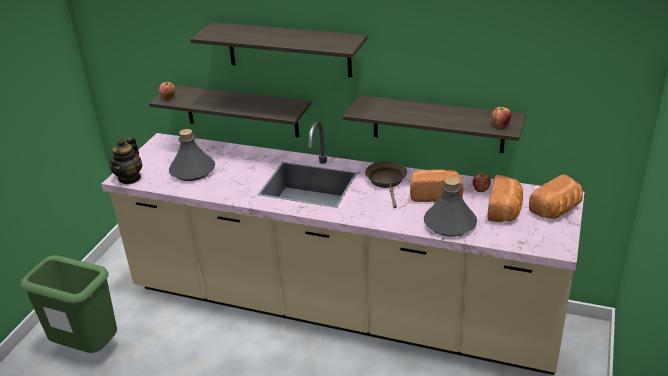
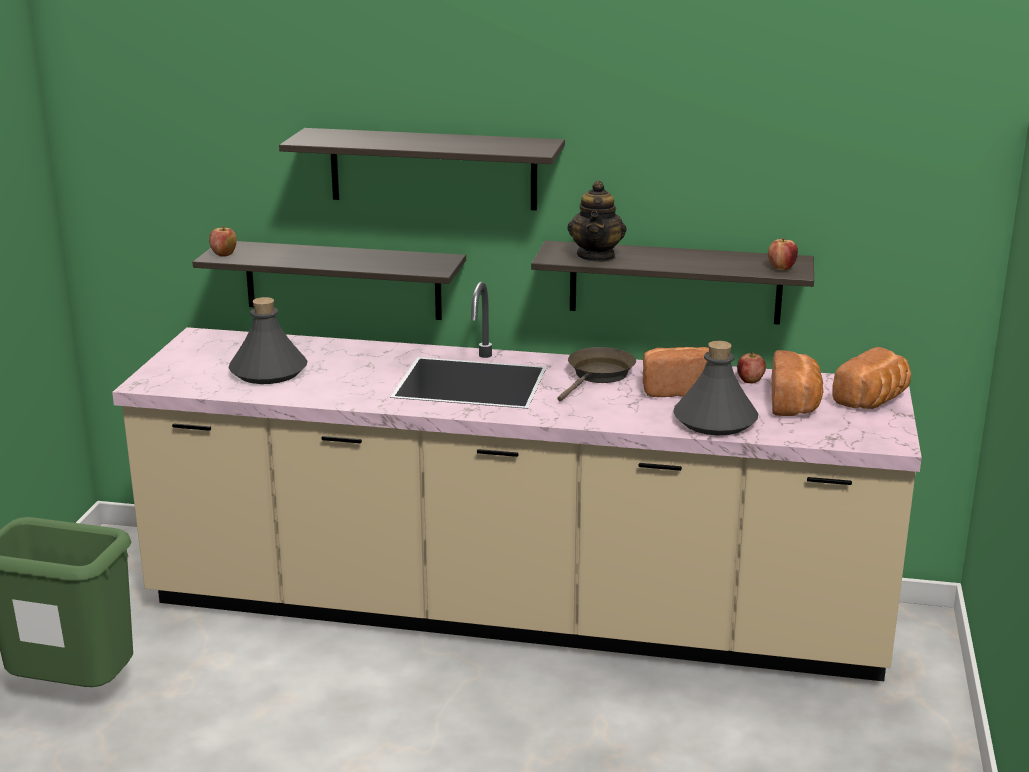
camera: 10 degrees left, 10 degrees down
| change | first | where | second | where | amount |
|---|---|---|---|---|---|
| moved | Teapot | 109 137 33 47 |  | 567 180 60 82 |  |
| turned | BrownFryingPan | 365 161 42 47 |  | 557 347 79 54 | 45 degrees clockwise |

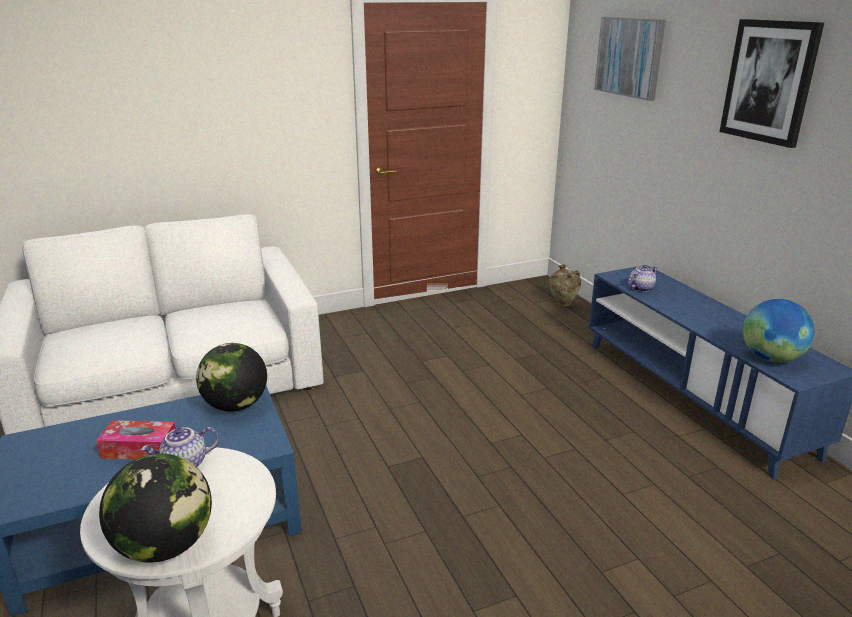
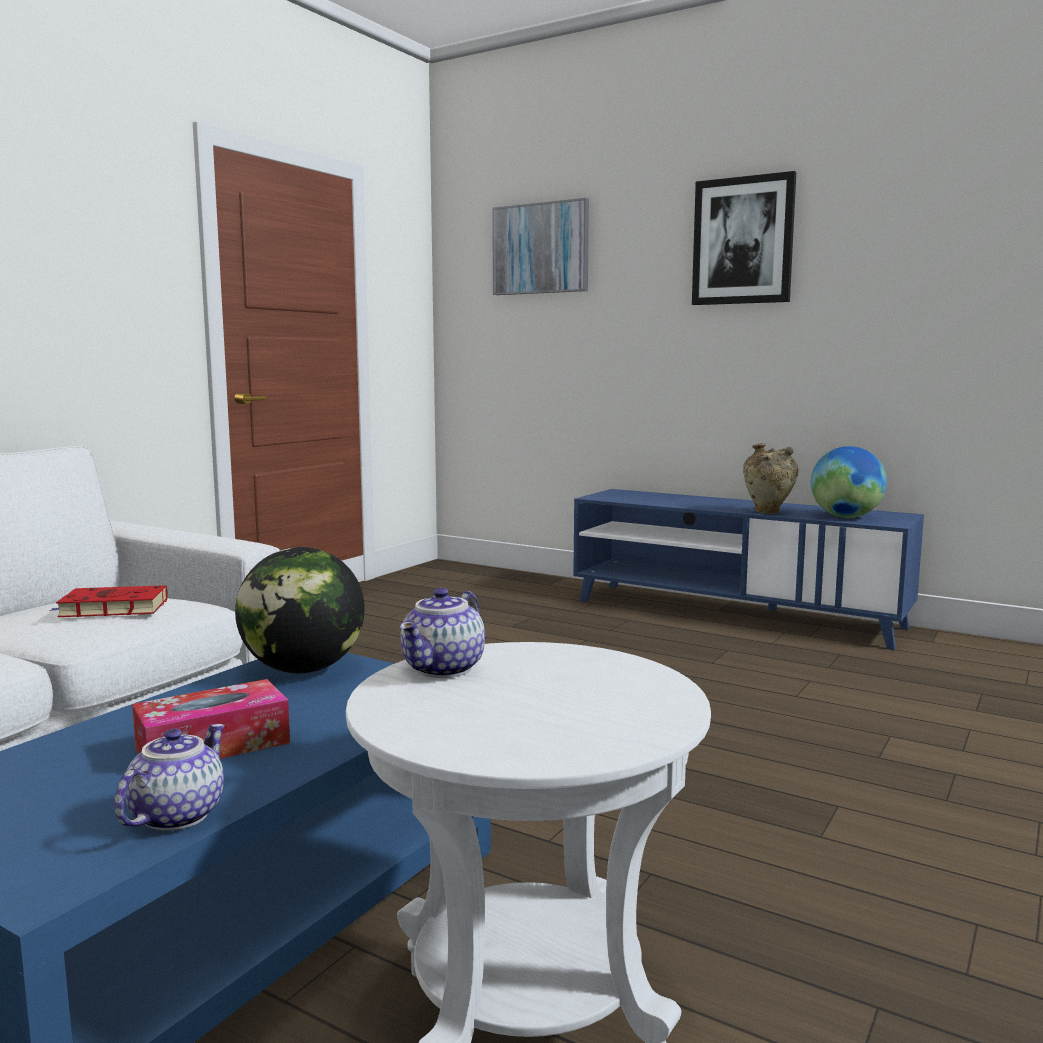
camera: 35 degrees left, 15 degrees down
| change | first | where | second | where | amount |
|---|---|---|---|---|---|
| moved | BeigeVase | 549 265 32 42 |  | 743 443 56 71 |  |
| moved | Teapot | 628 265 30 27 |  | 114 724 111 107 |  |
| removed | Globe | 99 454 113 109 |  |  |  |
| added |  |  | RedBook | 49 585 119 32 |  |

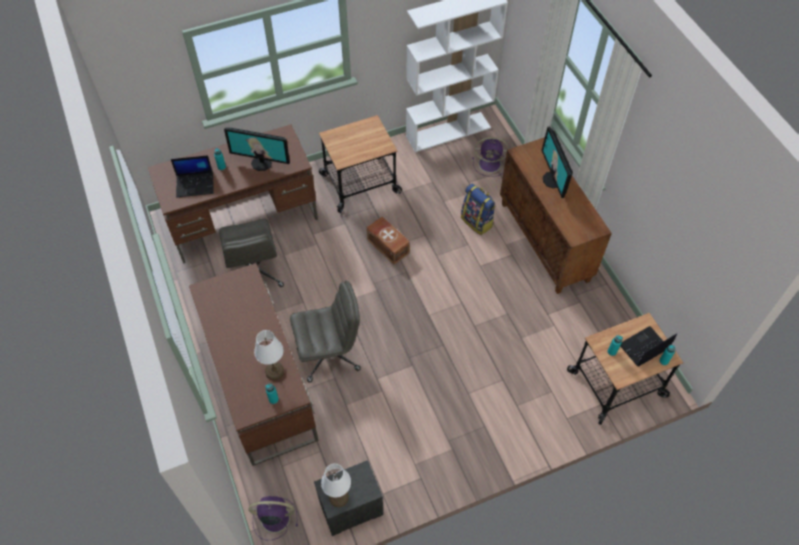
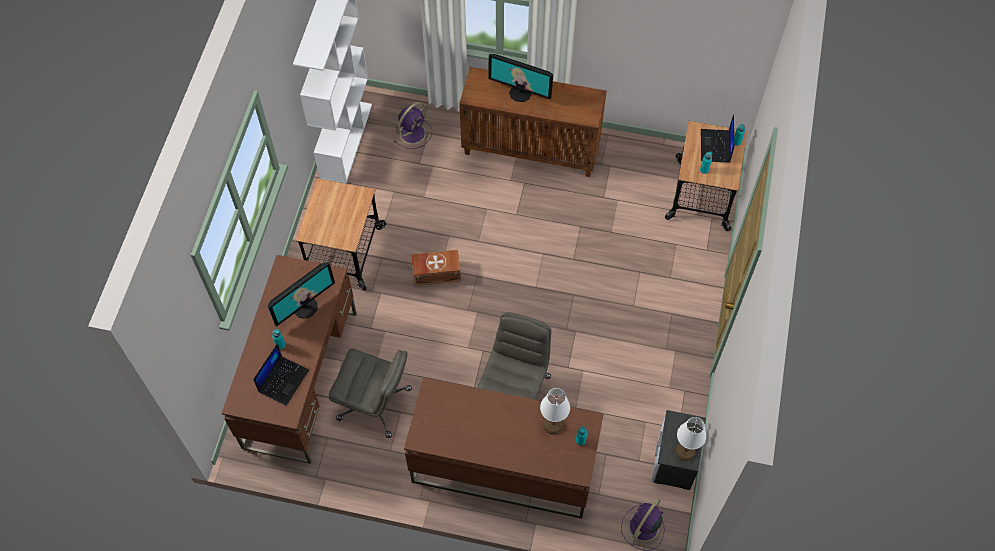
camera: 55 degrees left, 5 degrees up
| change | first | where | second | where | amount |
|---|---|---|---|---|---|
| removed | Backpack | 461 184 35 51 |  |  |  |

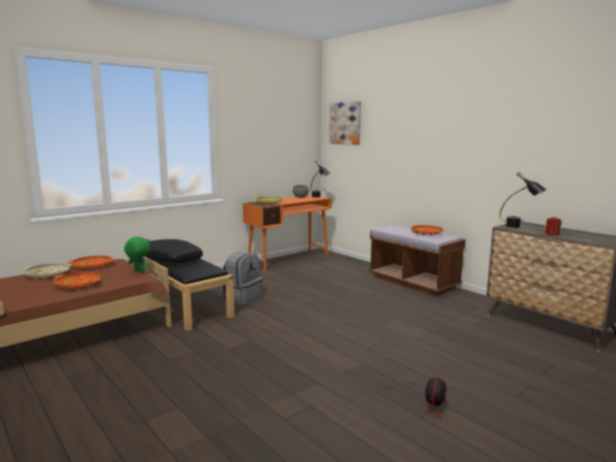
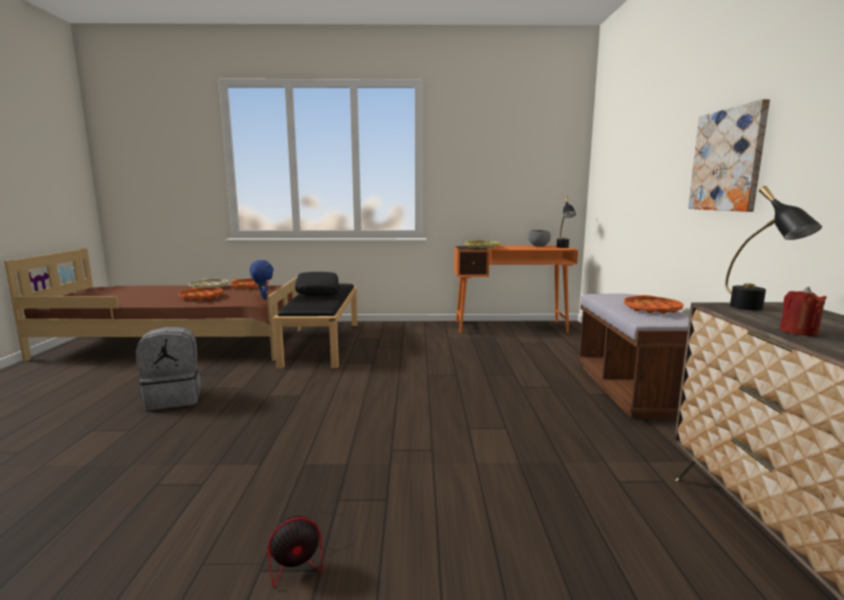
camera: 40 degrees right, 0 degrees up
| change | first | where | second | where | amount |
|---|---|---|---|---|---|
| moved | Picture | 329 101 32 44 |  | 688 99 82 113 |  |
| recoloured | GreenPlushToy | 124 237 27 36 | BluePlushToy | 250 260 24 38 |  |
| moved | GreyBackpack | 222 252 41 52 |  | 136 327 65 84 |  |

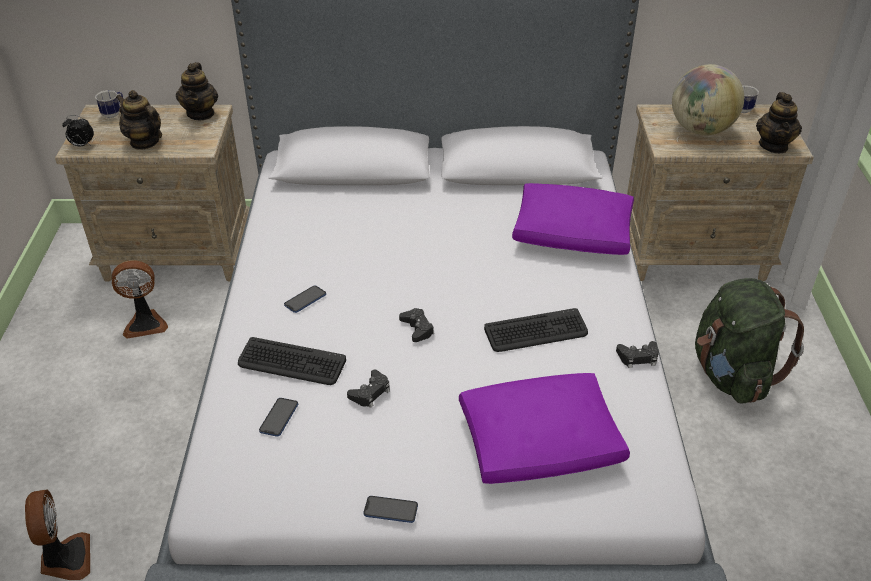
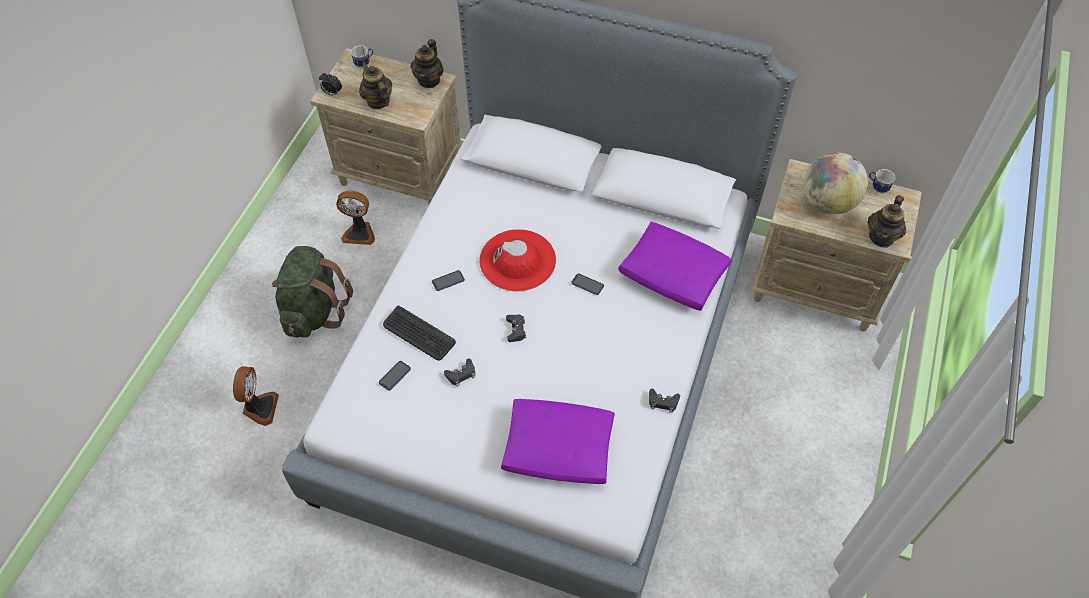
camera: 20 degrees right, 15 degrees up
| change | first | where | second | where | amount |
|---|---|---|---|---|---|
| moved | GreenBackpack | 695 278 109 126 |  | 272 246 81 92 |  |
| removed | Keyboard | 484 308 104 44 |  |  |  |
| moved | Phone | 364 496 54 27 |  | 571 273 33 22 |  |
| added |  |  | RedHat | 479 229 77 62 |  |

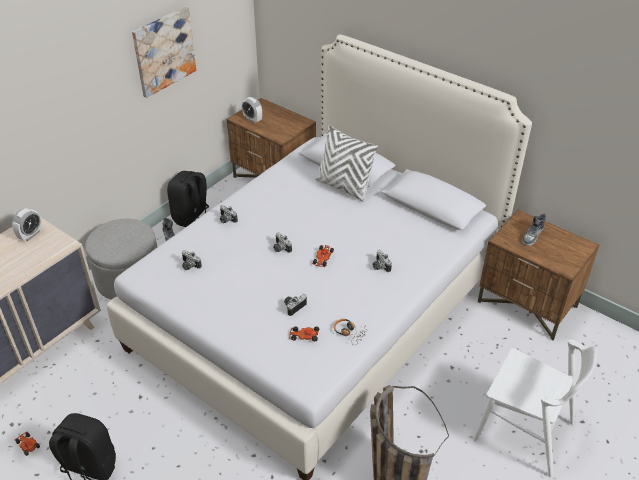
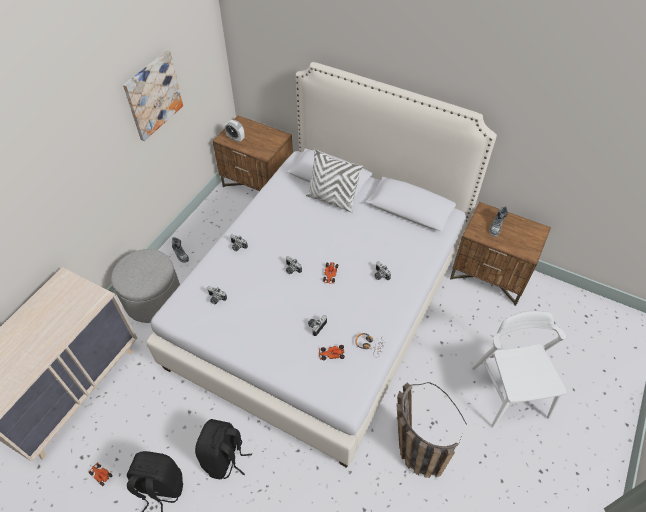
camera: 10 degrees left, 10 degrees up
| change | first | where | second | where | amount |
|---|---|---|---|---|---|
| moved | BlackBackpack | 167 171 42 56 |  | 195 419 57 60 |  |
| removed | AlarmClock | 12 208 30 33 |  |  |  |
| turned | WhiteChair | 474 339 123 138 |  | 472 311 95 117 | 120 degrees counterclockwise |

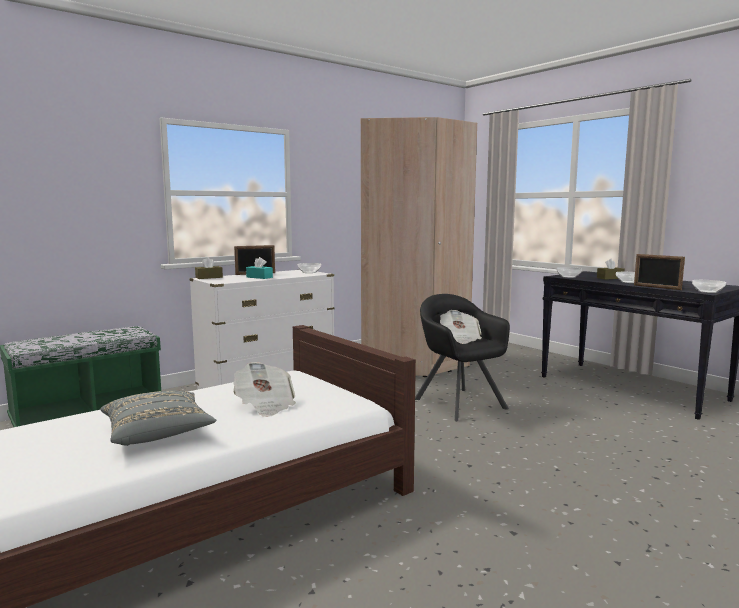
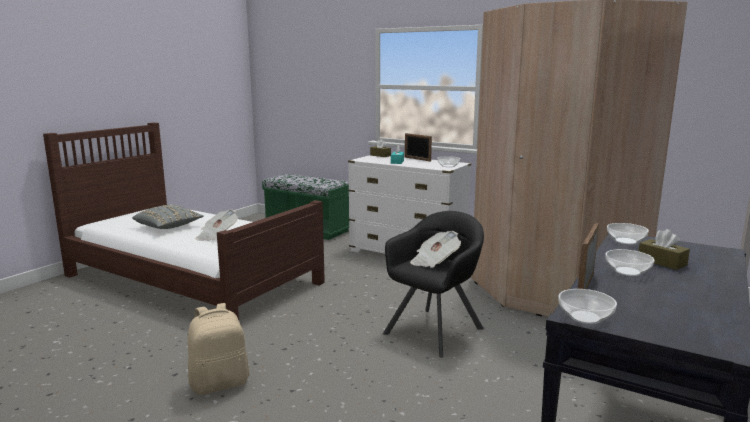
camera: 70 degrees right, 5 degrees up
| change | first | where | second | where | amount |
|---|---|---|---|---|---|
| added |  |  | BeigeBackpack | 188 303 62 92 |  |

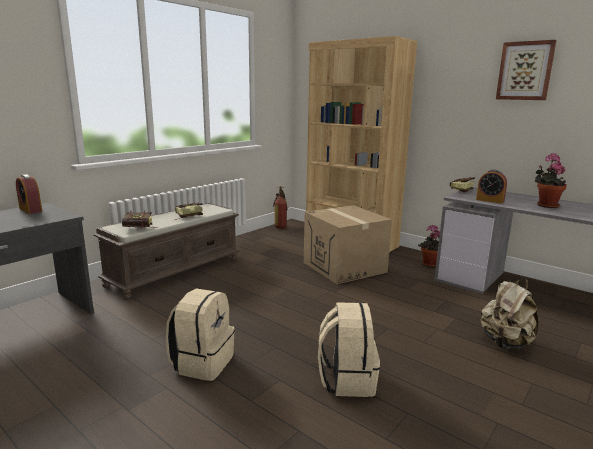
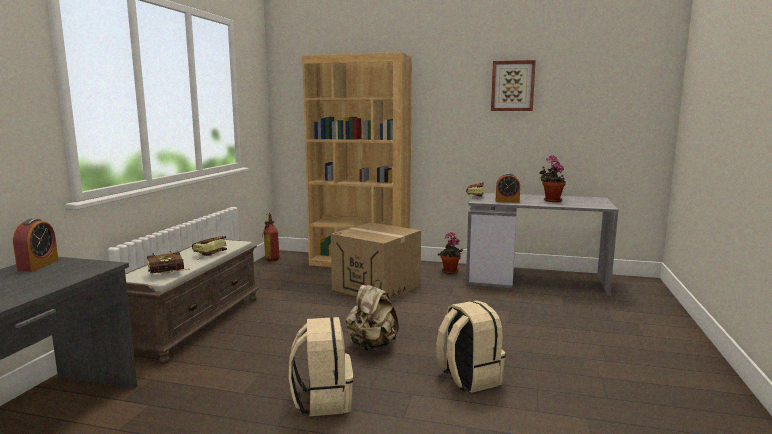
camera: 25 degrees left, 5 degrees down
| change | first | where | second | where | amount |
|---|---|---|---|---|---|
| turned | AlarmClock | 16 174 26 40 |  | 13 219 46 53 | 105 degrees counterclockwise |
| moved | BeigeBackpack | 480 279 58 70 |  | 346 280 53 71 |  |

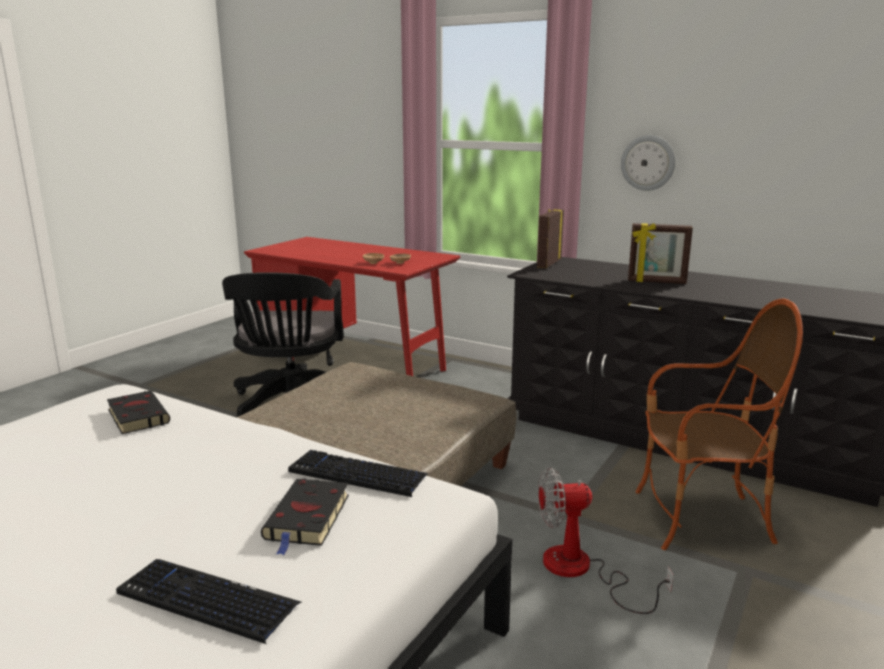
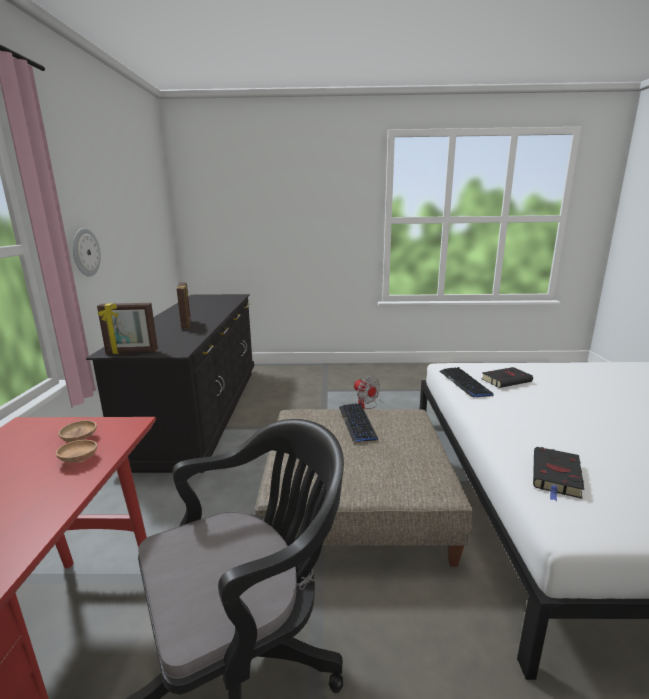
camera: 120 degrees left, 0 degrees up
| change | first | where | second | where | amount |
|---|---|---|---|---|---|
| removed | Armchair | 635 298 168 252 |  |  |  |
| moved | Keyboard | 116 559 185 85 |  | 339 403 39 39 |  |

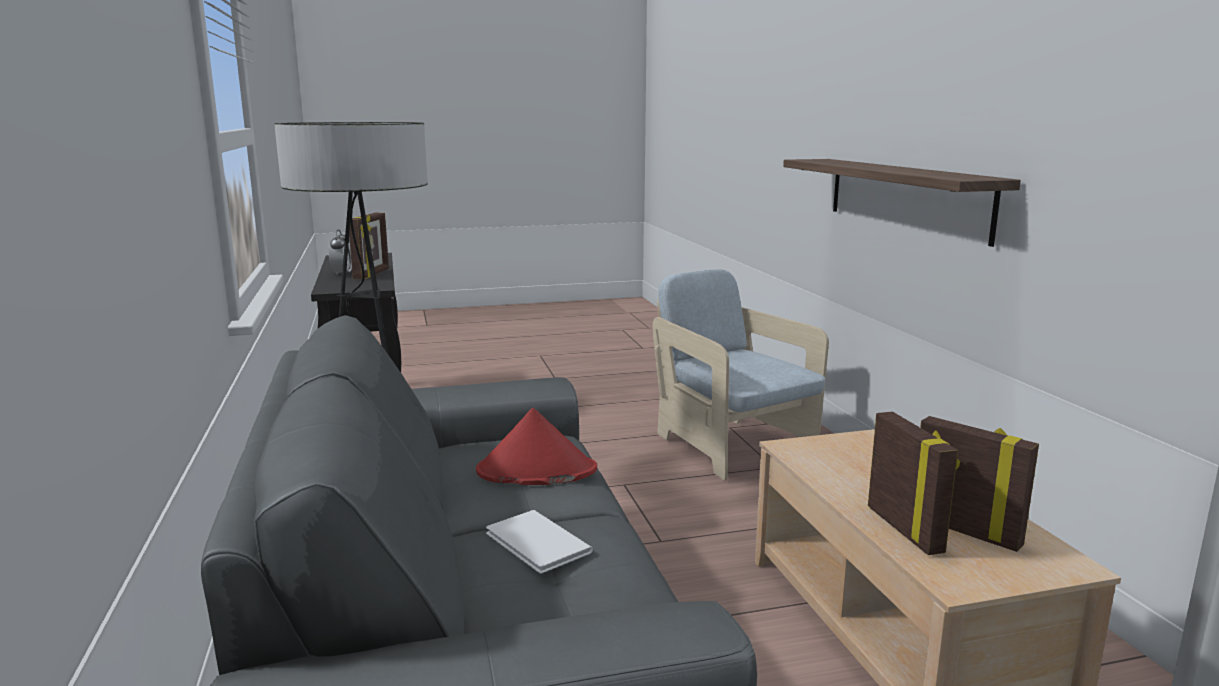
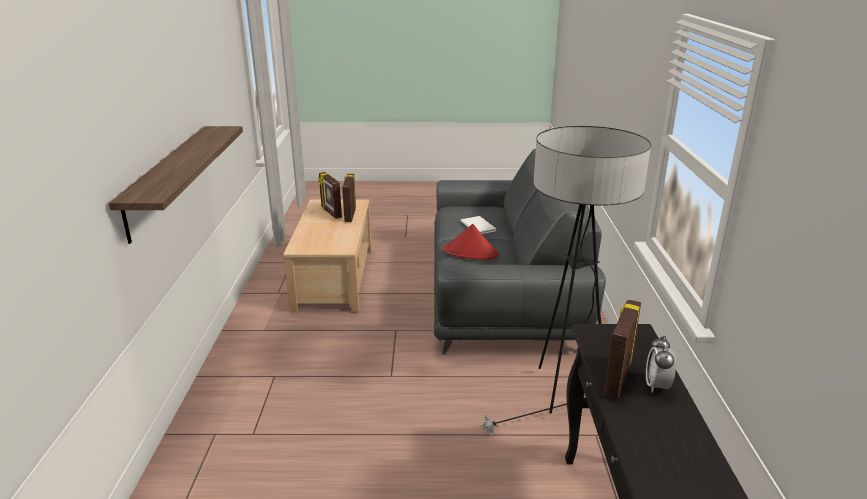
camera: 165 degrees left, 10 degrees up
| change | first | where | second | where | amount |
|---|---|---|---|---|---|
| removed | BeigeArmchair | 653 269 176 212 |  |  |  |

